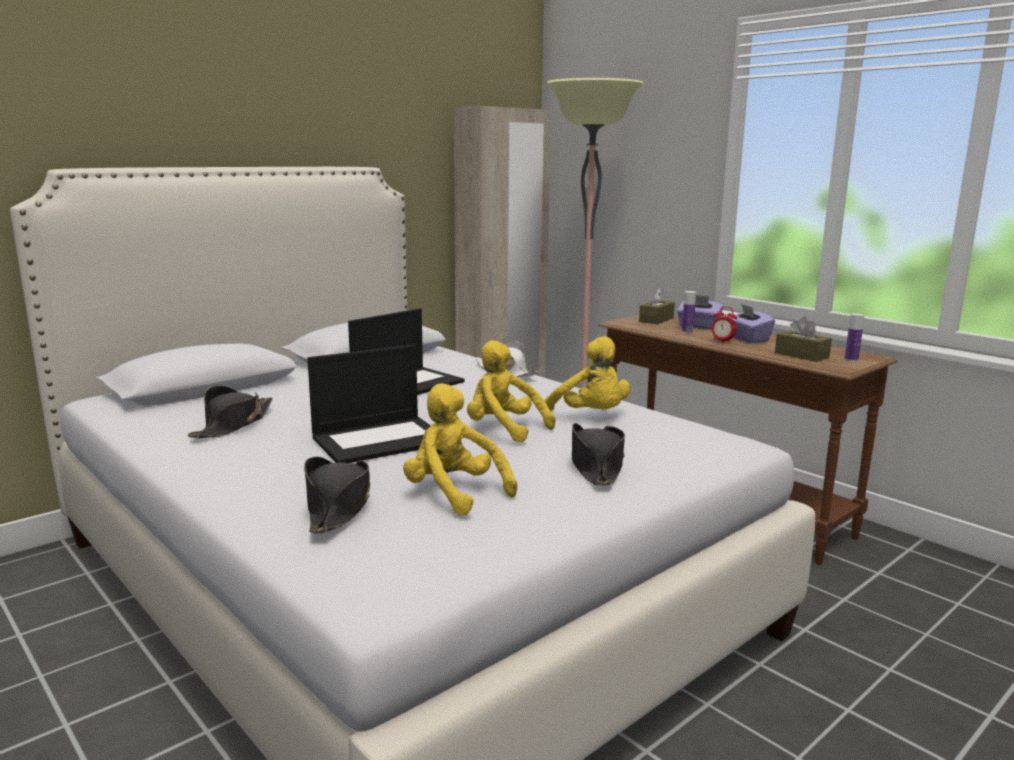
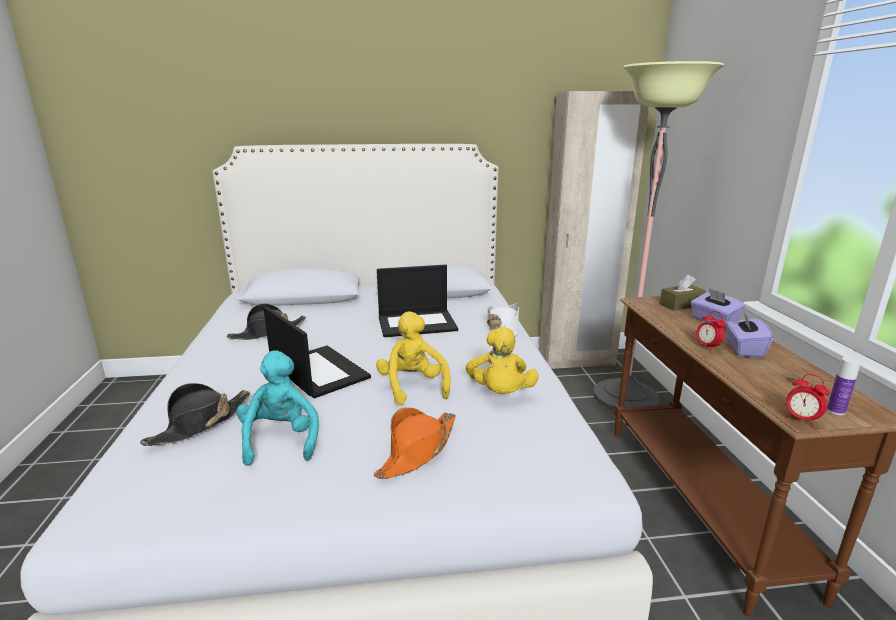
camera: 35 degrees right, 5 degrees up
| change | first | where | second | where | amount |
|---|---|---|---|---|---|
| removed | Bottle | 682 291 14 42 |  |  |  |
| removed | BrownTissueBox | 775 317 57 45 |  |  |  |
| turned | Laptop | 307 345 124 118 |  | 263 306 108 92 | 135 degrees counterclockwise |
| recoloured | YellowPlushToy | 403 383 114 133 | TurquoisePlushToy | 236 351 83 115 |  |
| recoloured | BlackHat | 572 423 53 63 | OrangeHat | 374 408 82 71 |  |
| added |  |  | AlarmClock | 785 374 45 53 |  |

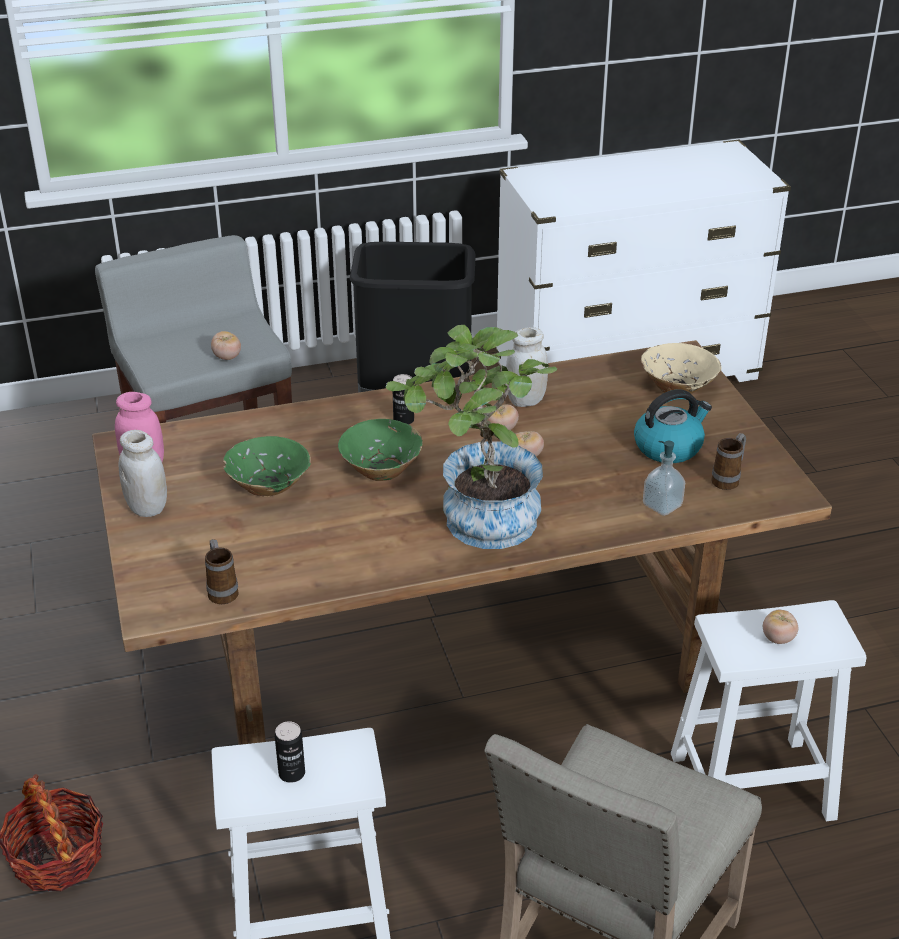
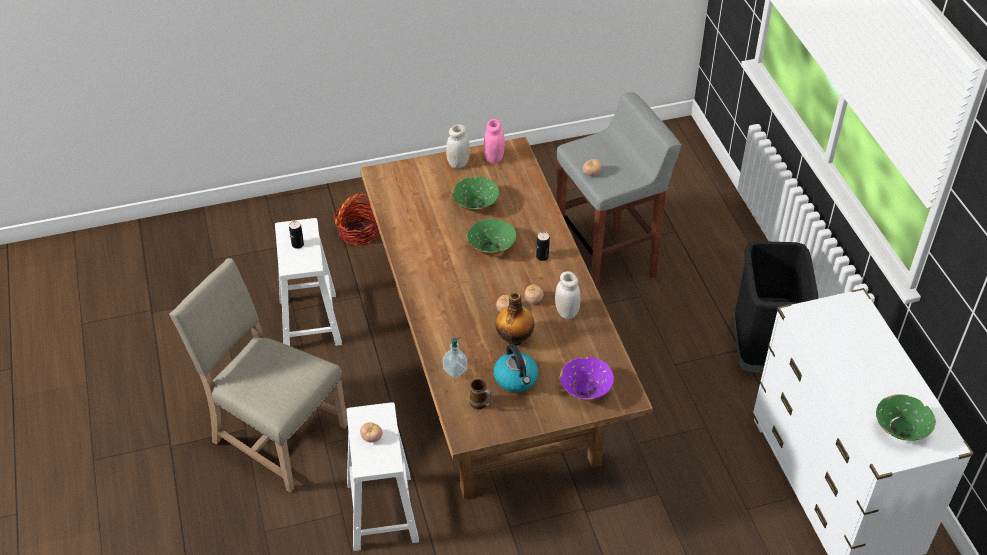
camera: 90 degrees right, 10 degrees up
| change | first | where | second | where | amount |
|---|---|---|---|---|---|
| removed | PottedPlant | 386 325 171 224 |  |  |  |
| recoloured | BeigeBowl | 641 343 80 51 | PurpleBowl | 560 357 54 43 |  |
| removed | Mug | 205 539 34 65 |  |  |  |
| added |  |  | Bottle | 495 292 40 54 |  |
| added |  |  | GreenBowl | 876 394 60 47 |  |

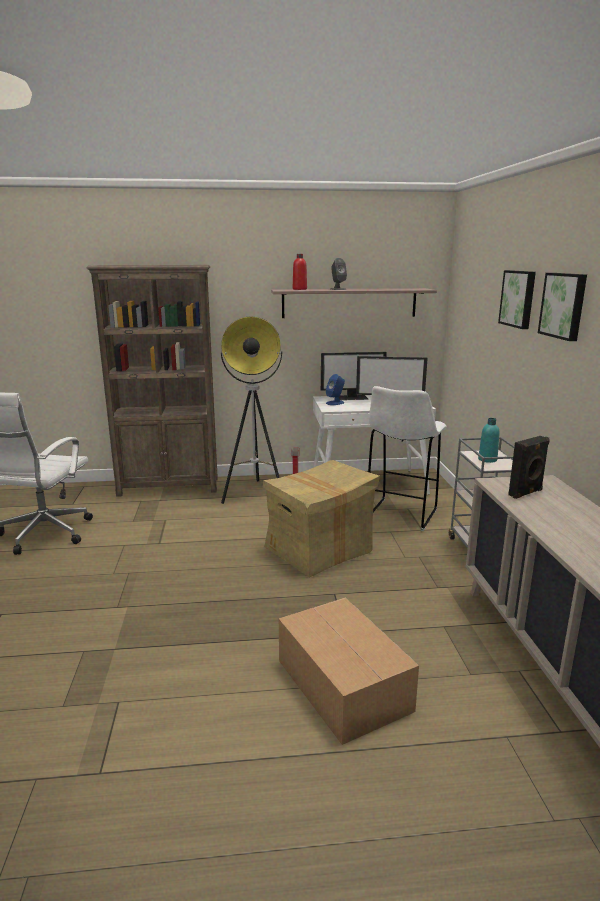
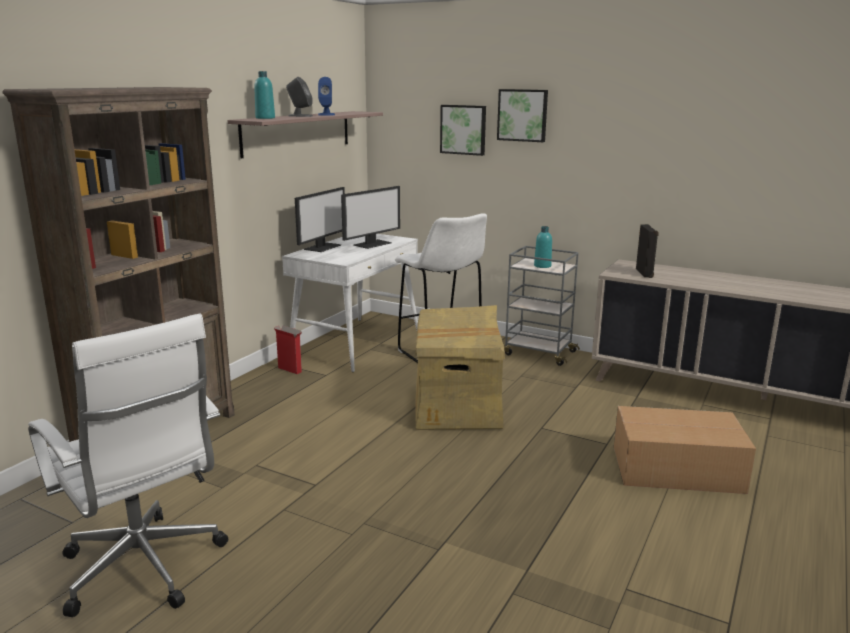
camera: 55 degrees left, 0 degrees up
| change | first | where | second | where | amount |
|---|---|---|---|---|---|
| recoloured | RedBottle | 293 254 14 36 | TurquoiseBottle | 254 71 21 48 |  |
| moved | Picture | 538 273 49 68 |  | 440 105 46 51 |  |
| removed | FloorLamp | 220 316 63 188 |  |  |  |
| moved | BlueSpeaker | 326 374 19 31 |  | 318 77 17 39 |  |

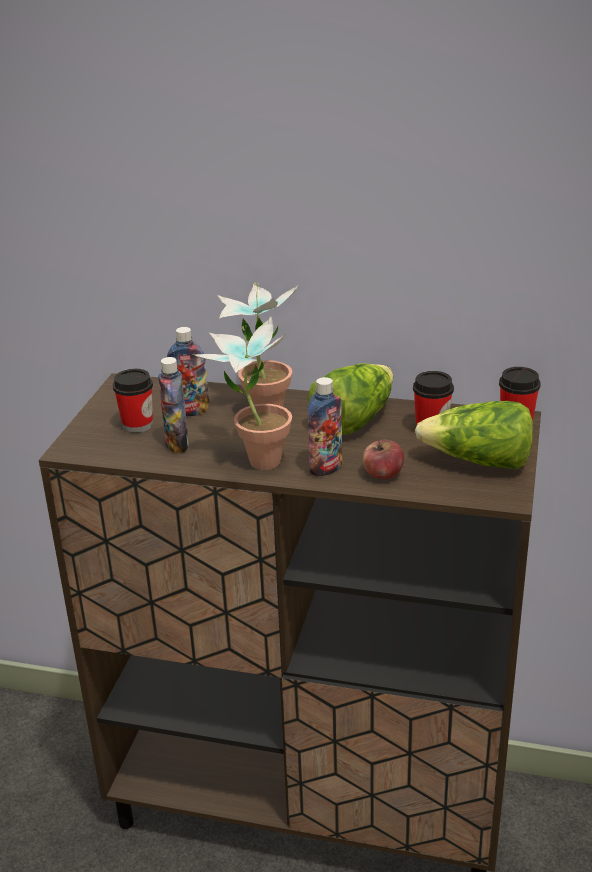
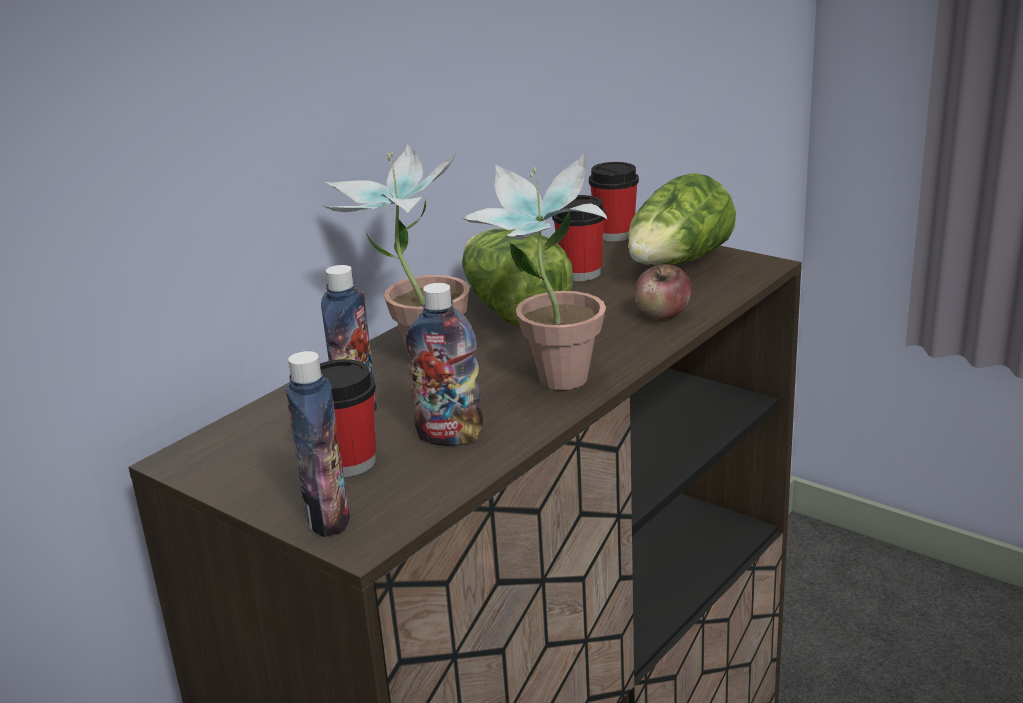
camera: 65 degrees left, 5 degrees down
| change | first | where | second | where | amount |
|---|---|---|---|---|---|
| moved | Bottle | 308 377 34 100 |  | 285 351 64 186 |  |

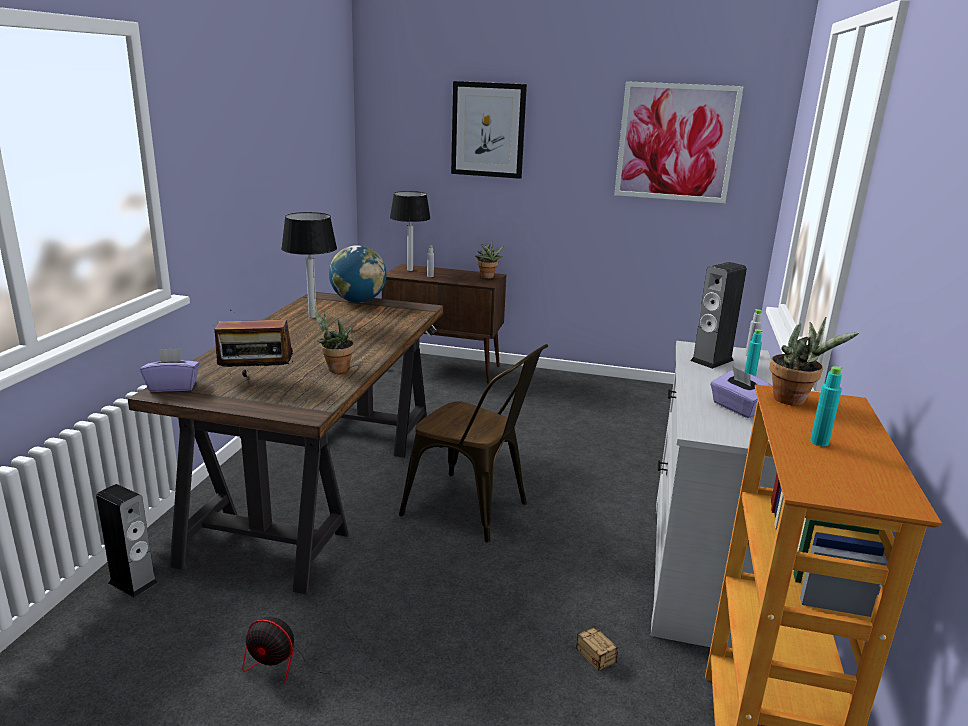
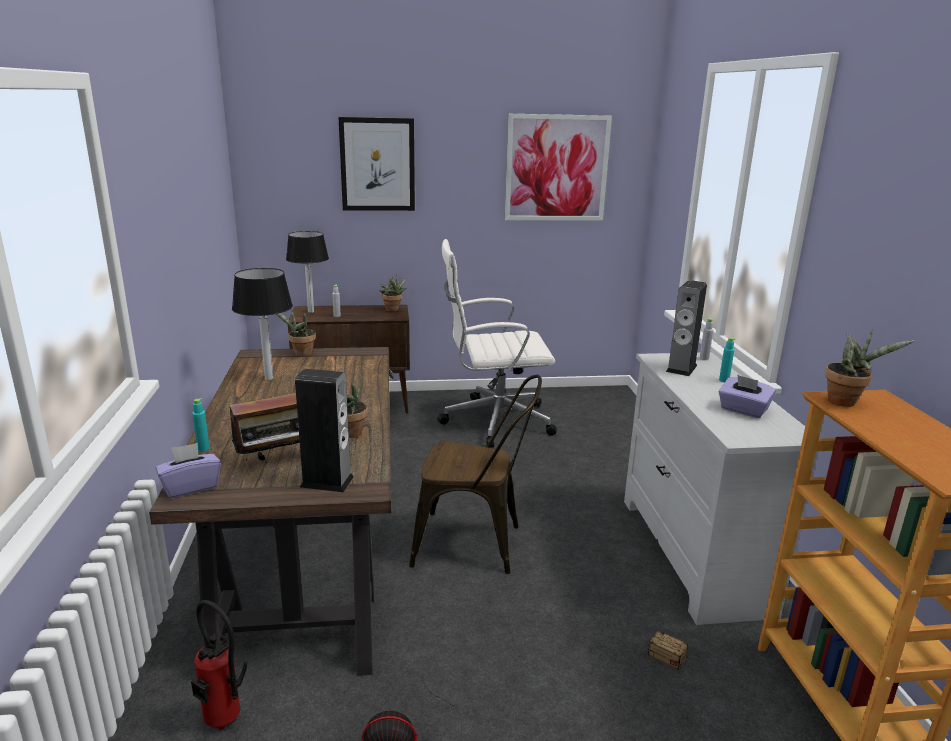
camera: 20 degrees left, 0 degrees up
| change | first | where | second | where | amount |
|---|---|---|---|---|---|
| replaced | Globe | 329 245 57 58 | PottedPlant | 276 309 40 48 |  |
| moved | TurquoiseBottle | 810 366 33 81 |  | 192 398 18 53 |  |
| moved | Speaker | 96 484 62 114 |  | 295 369 59 123 |  |
| added |  |  | WhiteOfficeChair | 437 239 120 208 |  |
| added |  |  | FireExtinguisher | 191 600 56 130 |  |

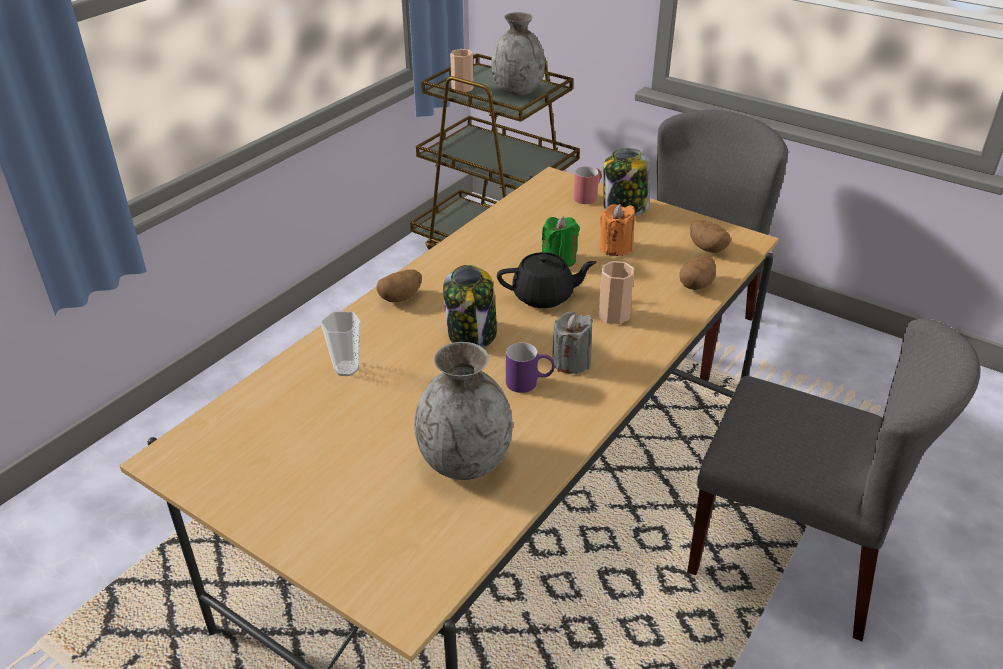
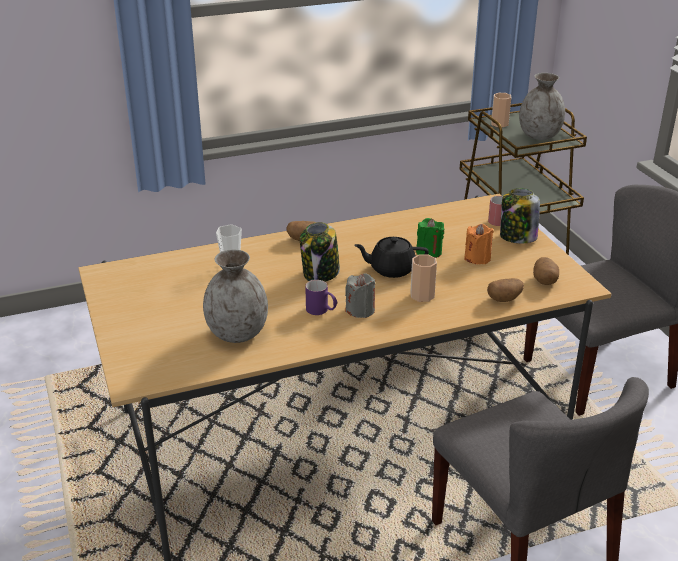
camera: 35 degrees right, 5 degrees down
| change | first | where | second | where | amount |
|---|---|---|---|---|---|
| turned | BlackTeapot | 497 252 100 56 |  | 354 237 75 41 | 150 degrees clockwise |

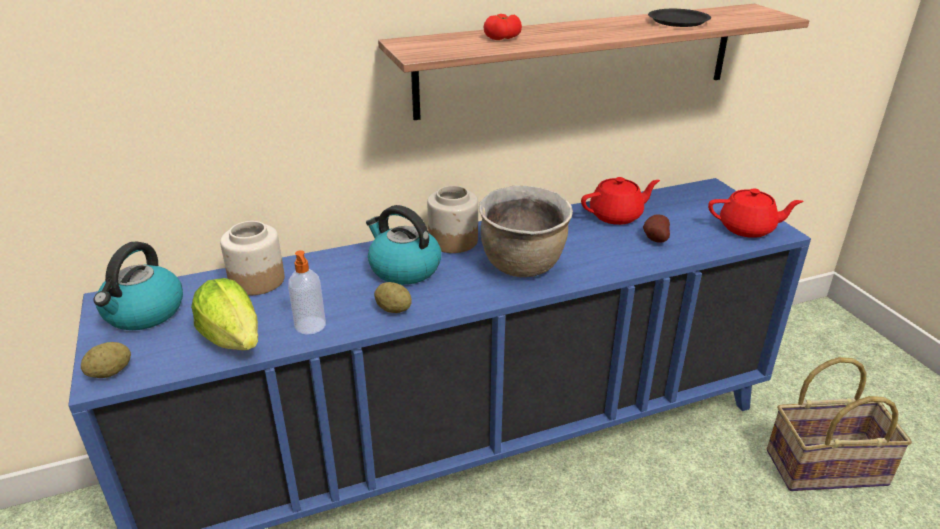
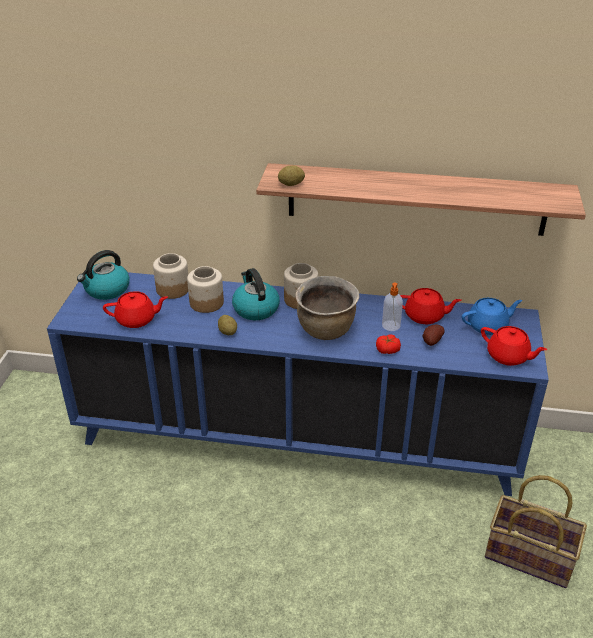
camera: 30 degrees right, 5 degrees up
| change | first | where | second | where | amount |
|---|---|---|---|---|---|
| removed | BlackPlate | 648 9 63 18 |  |  |  |
| moved | Tomato | 483 14 39 26 |  | 376 335 25 19 |  |
| moved | SoapDispenser | 288 250 38 85 |  | 382 283 21 48 |  |
| replaced | Lettuce | 191 278 67 72 | RedTeapot | 103 291 65 37 |  |
| moved | Potato | 81 342 50 36 |  | 278 166 27 20 |  |
| added |  |  | Jar | 187 266 37 47 |  |
| added |  |  | BlueTeapot | 461 298 61 37 |  |

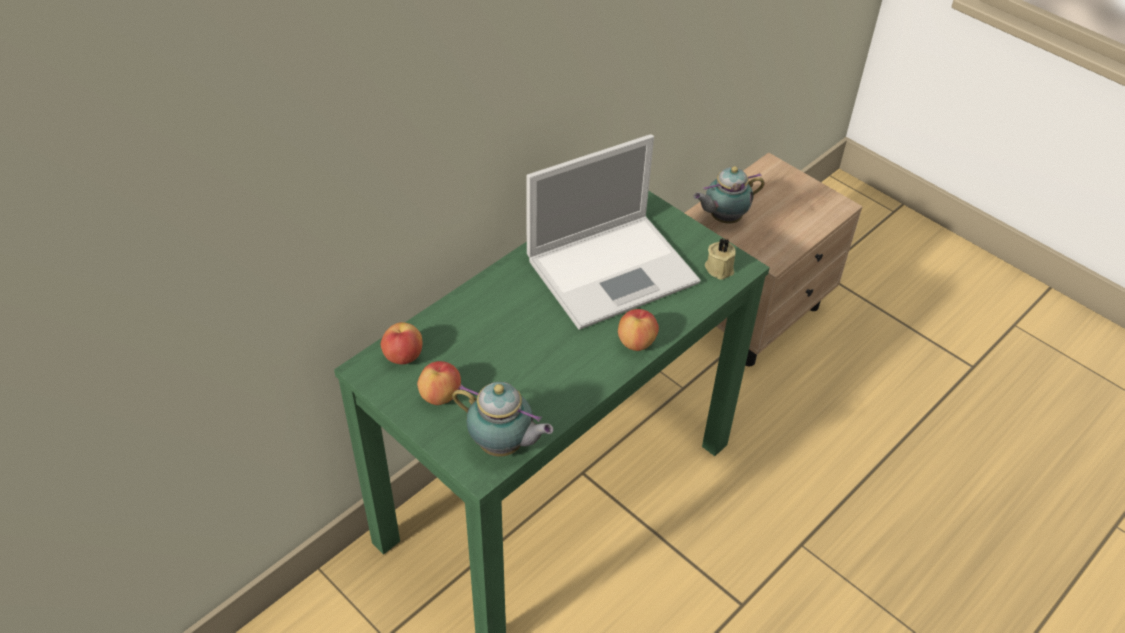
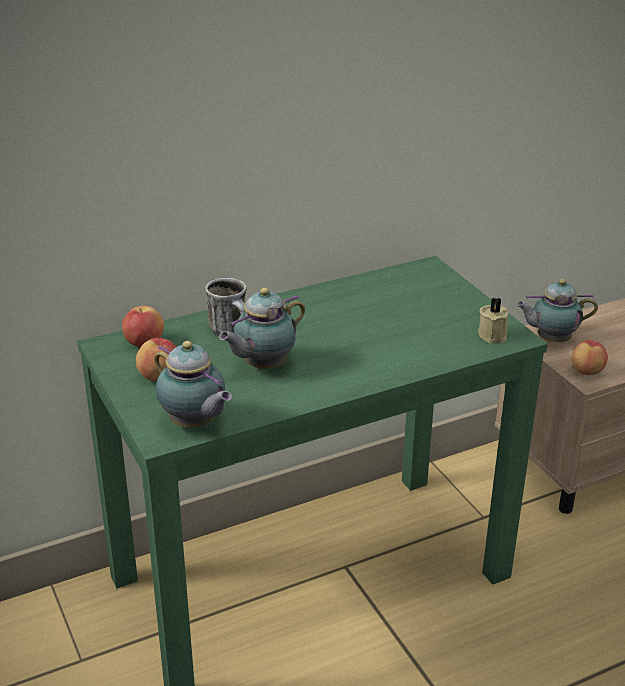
camera: 20 degrees right, 15 degrees down
| change | first | where | second | where | amount |
|---|---|---|---|---|---|
| removed | Laptop | 526 134 175 196 |  |  |  |
| moved | Apple | 618 309 41 42 |  | 572 340 36 35 |  |
| added |  |  | Mug | 205 278 41 57 |  |
| added |  |  | Teapot | 219 288 86 81 |  |

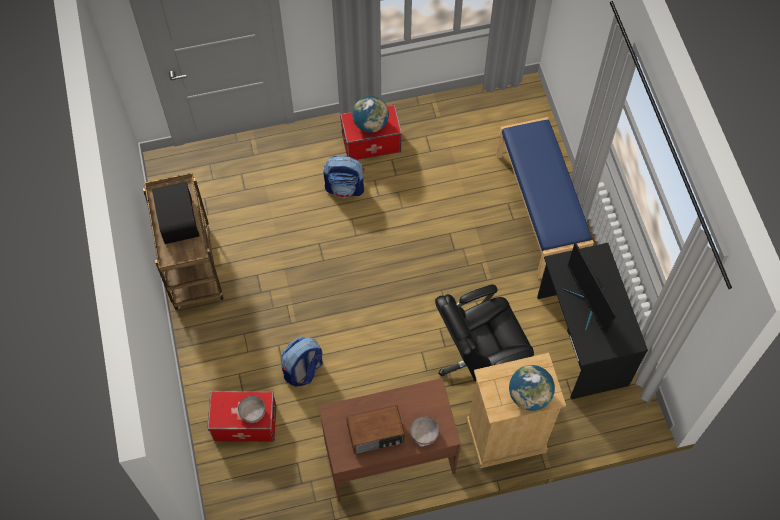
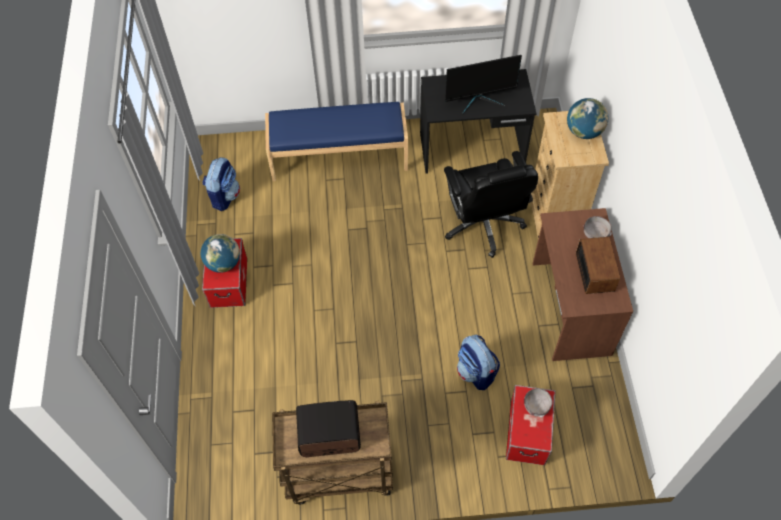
camera: 80 degrees left, 5 degrees down
| change | first | where | second | where | amount |
|---|---|---|---|---|---|
| moved | Backpack | 323 156 42 42 |  | 203 157 37 54 |  |

